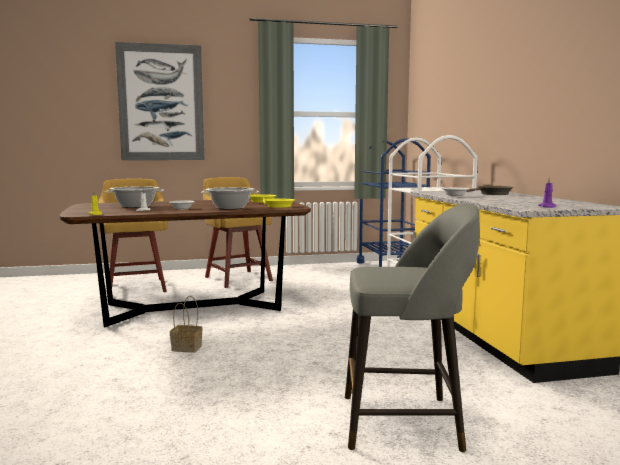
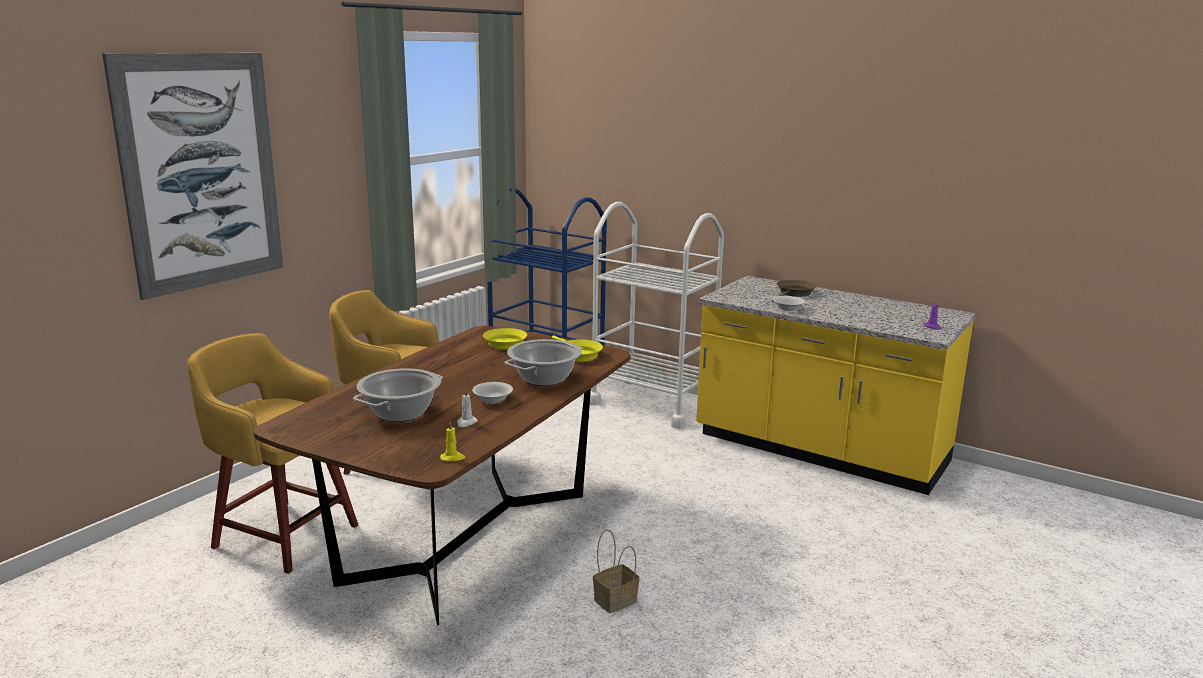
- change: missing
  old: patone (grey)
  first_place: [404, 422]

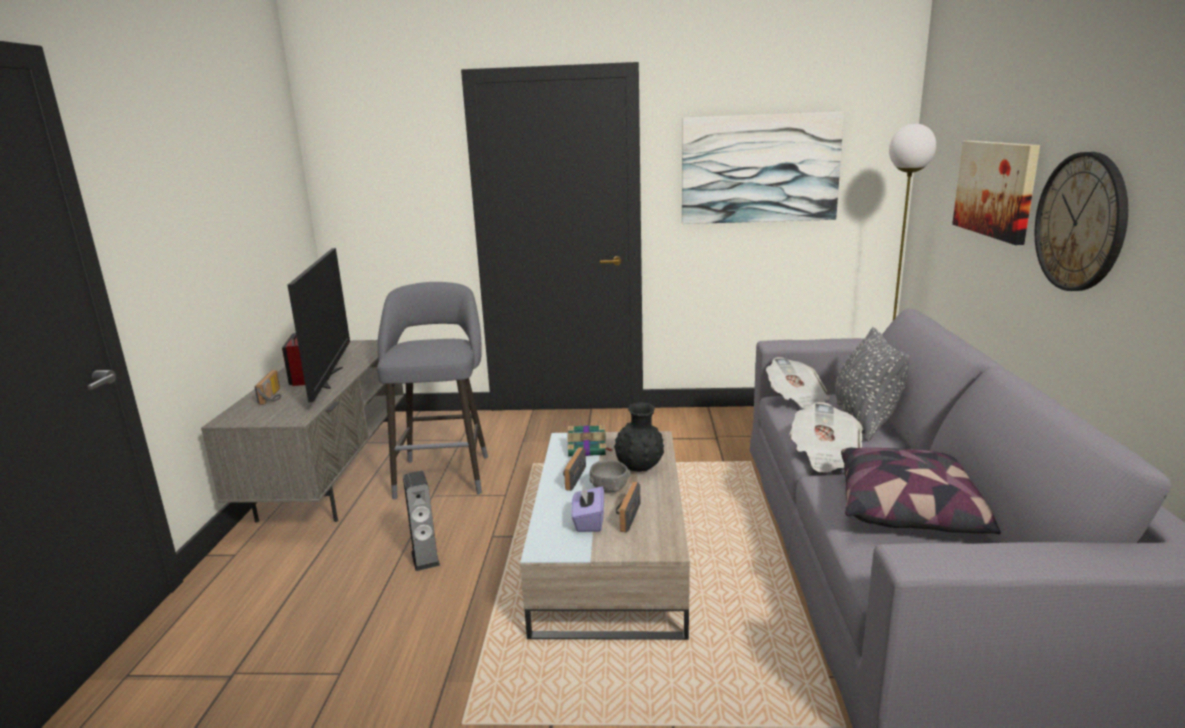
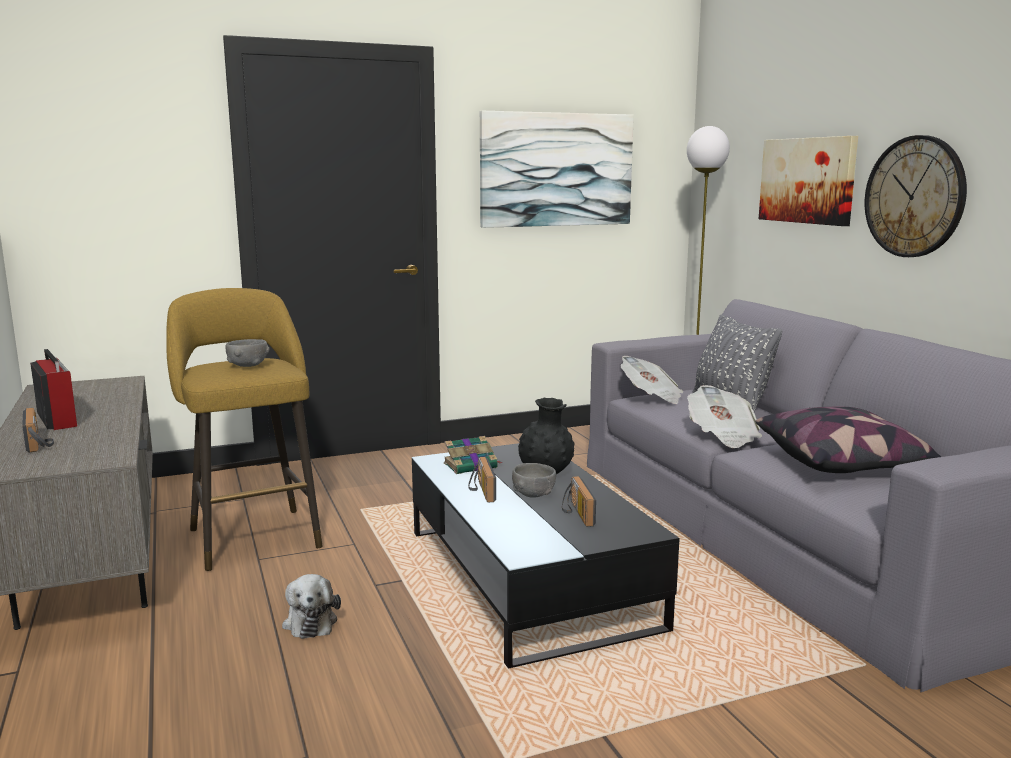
- change: missing
  old: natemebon
  first_place: [329, 378]
- change: colour
  old: patone (grey)
  new: patone (yellow)
  first_place: [444, 473]
  second_place: [253, 535]
- change: colour
  old: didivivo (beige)
  new: didivivo (black)
  first_place: [610, 555]
  second_place: [528, 578]
- change: exchanged
  old: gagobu
  new: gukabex
  first_place: [425, 558]
  second_place: [310, 621]
- change: missing
  old: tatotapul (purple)
  first_place: [588, 521]
- change: appeared
  new: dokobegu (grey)
  second_place: [247, 366]

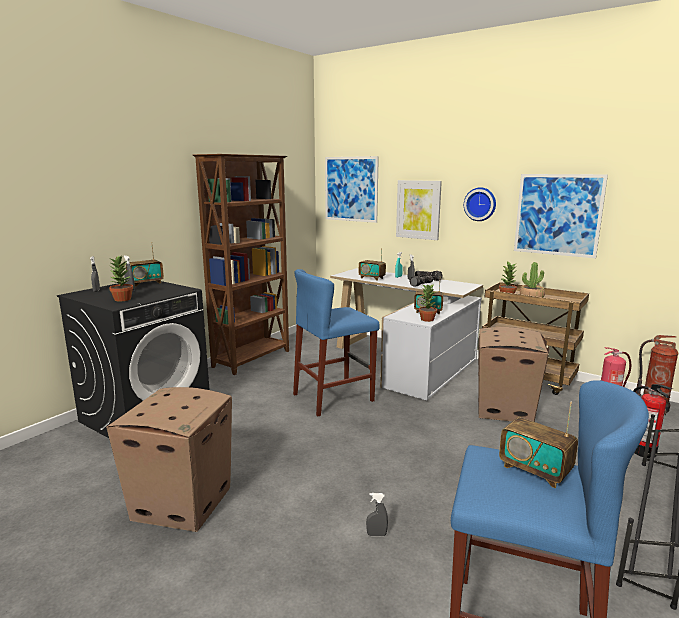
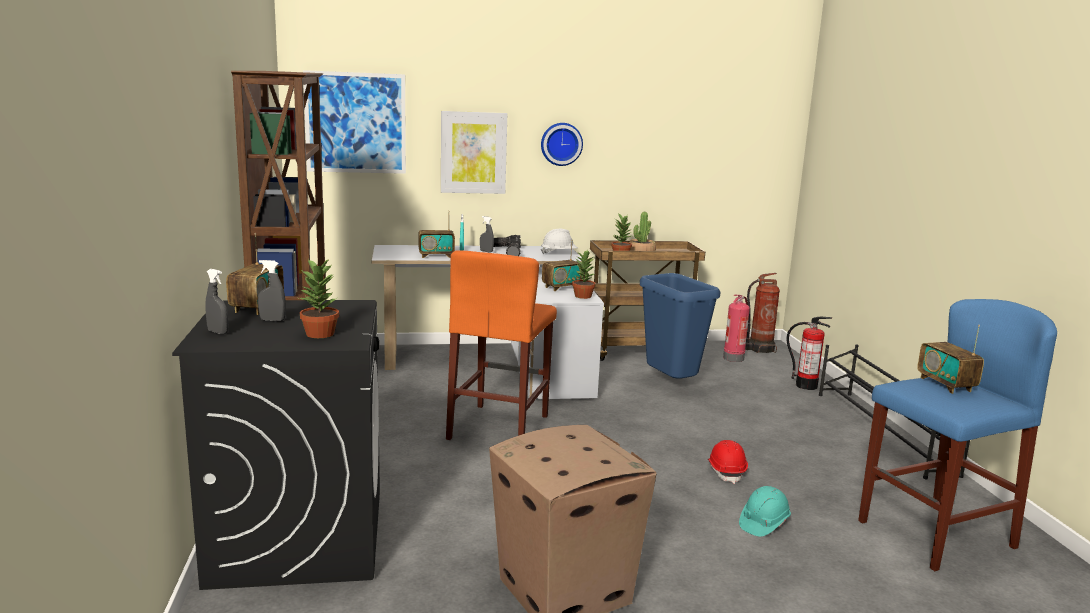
- change: missing
  old: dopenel
  first_place: [558, 215]
- change: colour
  old: patone (blue)
  new: patone (orange)
  first_place: [333, 397]
  second_place: [499, 427]
- change: exchanged
  old: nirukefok
  new: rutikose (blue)
  first_place: [505, 409]
  second_place: [669, 384]
- change: spun
  old: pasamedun
  first_place: [535, 471]
  second_place: [946, 384]
  degrees: 75
- change: exchanged
  old: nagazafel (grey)
  new: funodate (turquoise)
  first_place: [376, 534]
  second_place: [763, 523]
- change: appeared
  new: funodate (white)
  second_place: [559, 253]
- change: appeared
  new: funodate (red)
  second_place: [726, 471]

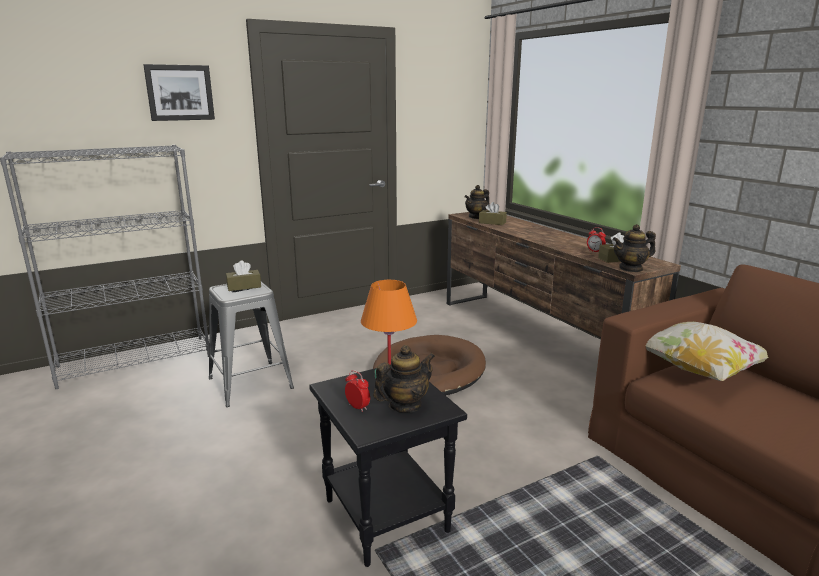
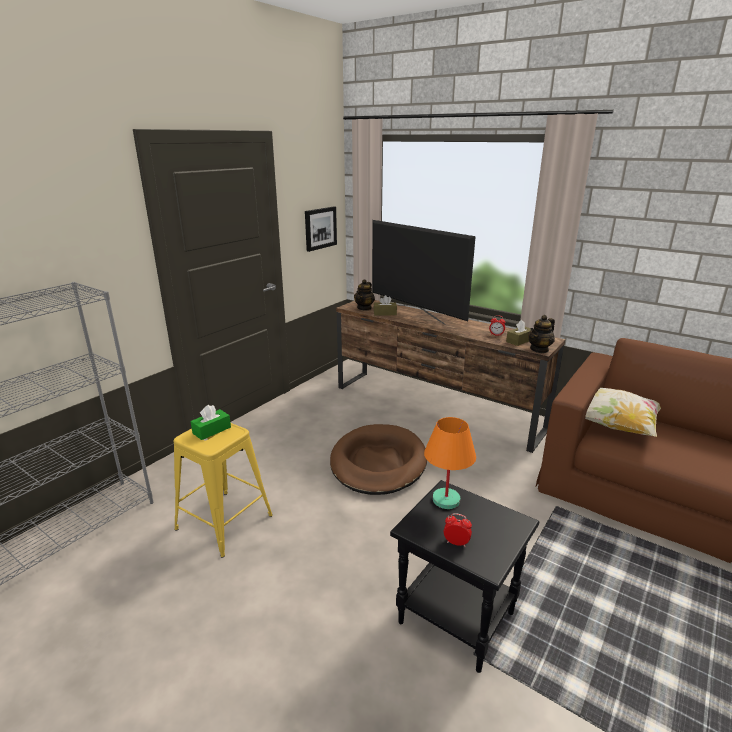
- change: relocated
  old: dopenel
  first_place: [180, 92]
  second_place: [320, 228]
- change: colour
  old: tatotapul (brown)
  new: tatotapul (green)
  first_place: [244, 286]
  second_place: [212, 430]
- change: colour
  old: patone (grey)
  new: patone (yellow)
  first_place: [250, 383]
  second_place: [224, 522]
- change: missing
  old: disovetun
  first_place: [404, 405]
- change: appeared
  new: natemebon
  second_place: [416, 315]

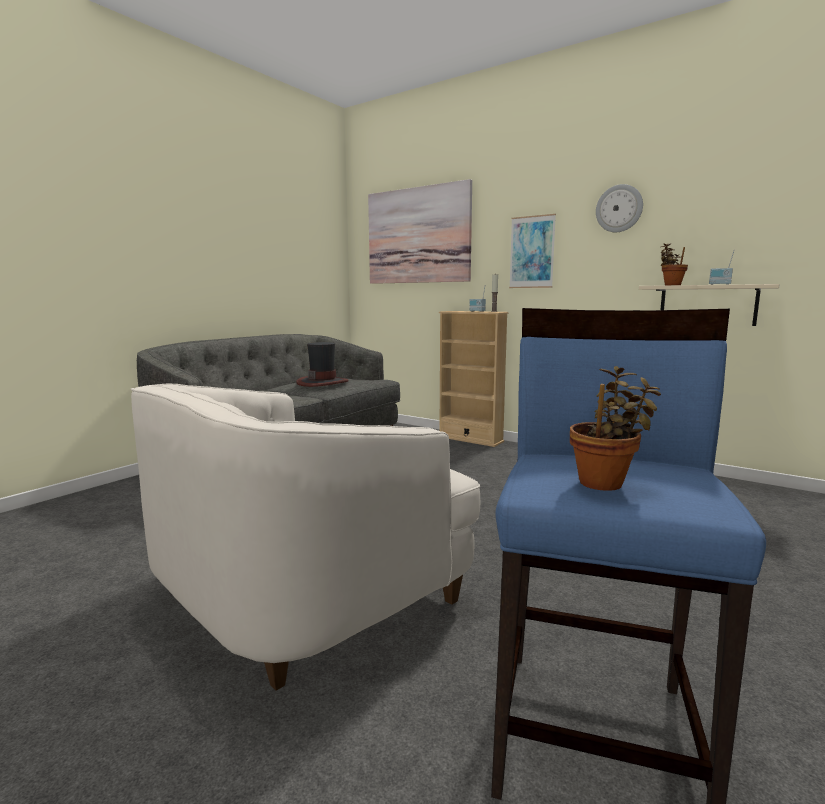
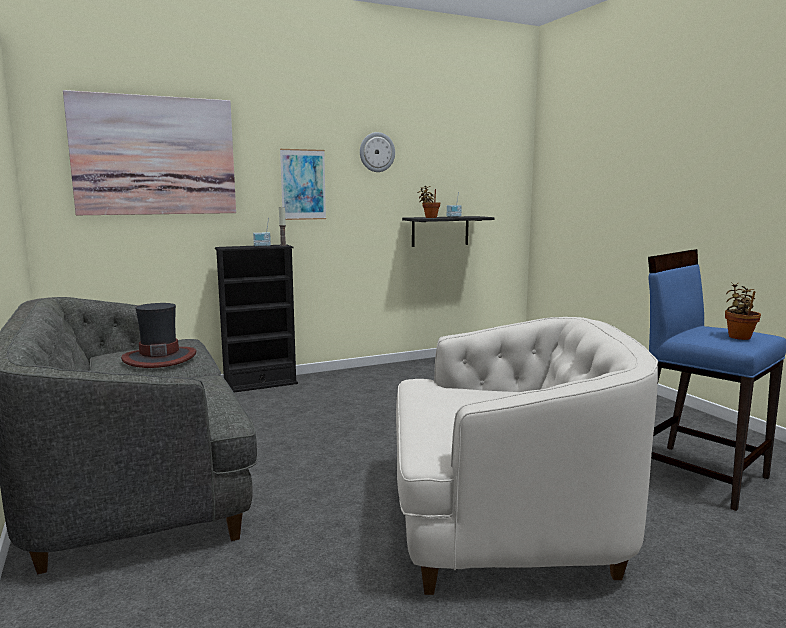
- change: colour
  old: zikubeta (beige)
  new: zikubeta (black)
  first_place: [707, 305]
  second_place: [440, 231]
- change: colour
  old: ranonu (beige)
  new: ranonu (black)
  first_place: [470, 439]
  second_place: [260, 385]
- change: spun
  old: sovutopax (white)
  first_place: [306, 589]
  second_place: [502, 521]
  degrees: -75

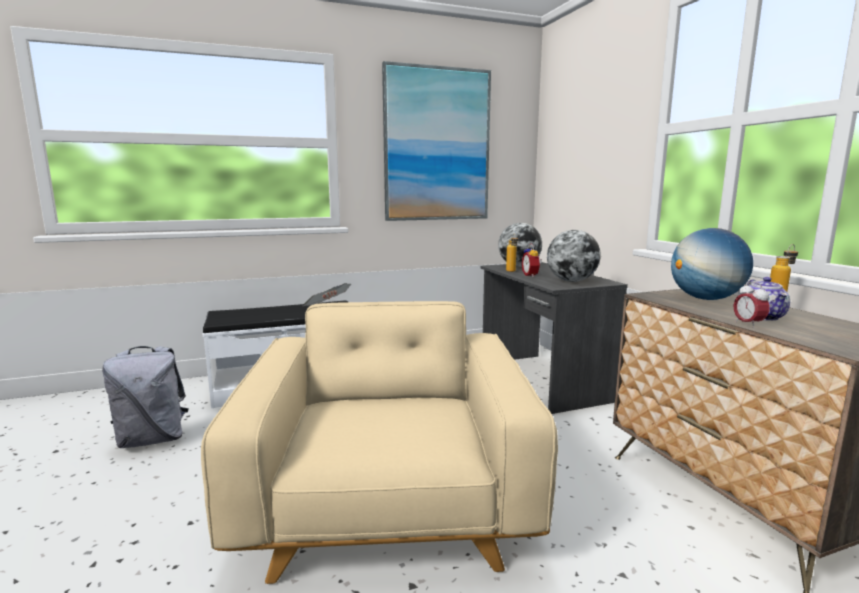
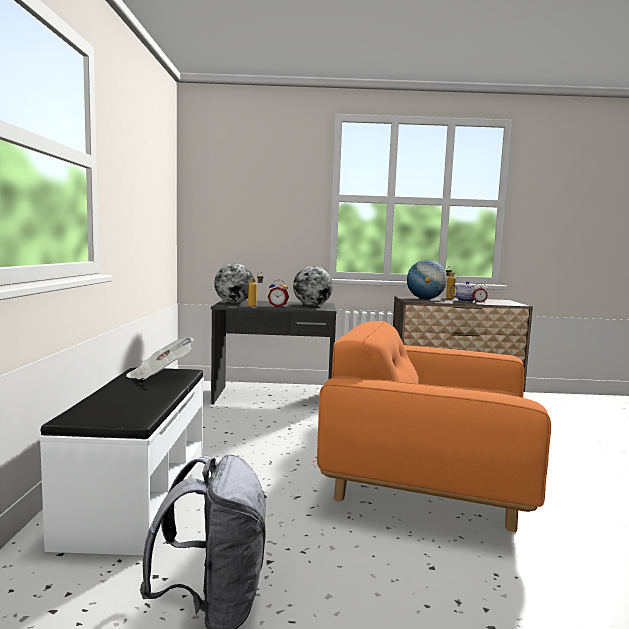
- change: missing
  old: dopenel
  first_place: [437, 145]
- change: colour
  old: sovutopax (beige)
  new: sovutopax (orange)
  first_place: [388, 503]
  second_place: [428, 477]

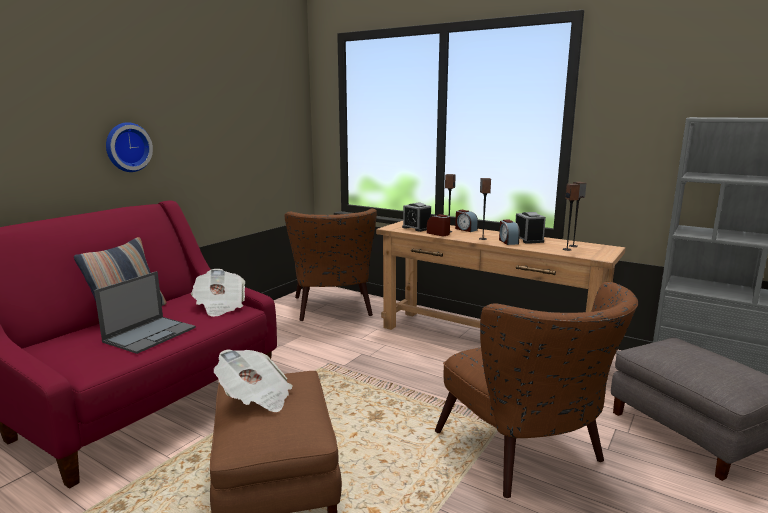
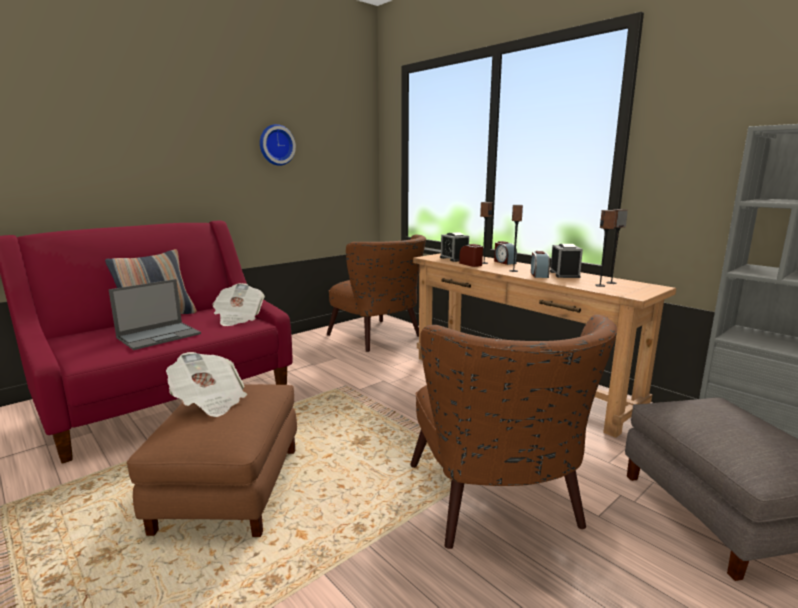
- change: relocated
  old: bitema
  first_place: [127, 147]
  second_place: [276, 145]
- change: spun
  old: sovutopax (brown)
  first_place: [333, 310]
  second_place: [380, 338]
  degrees: -45

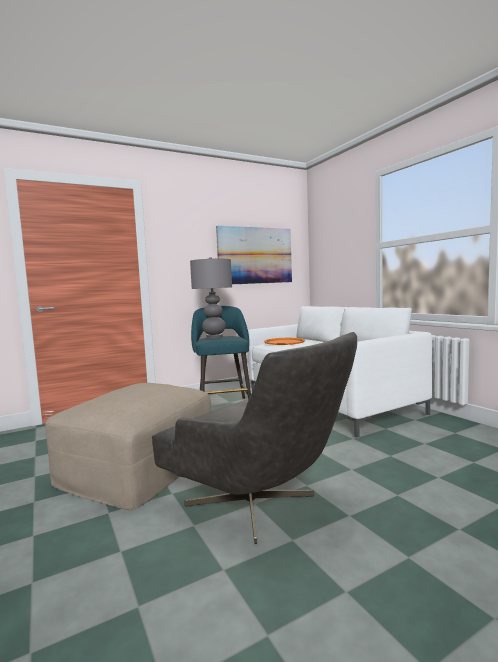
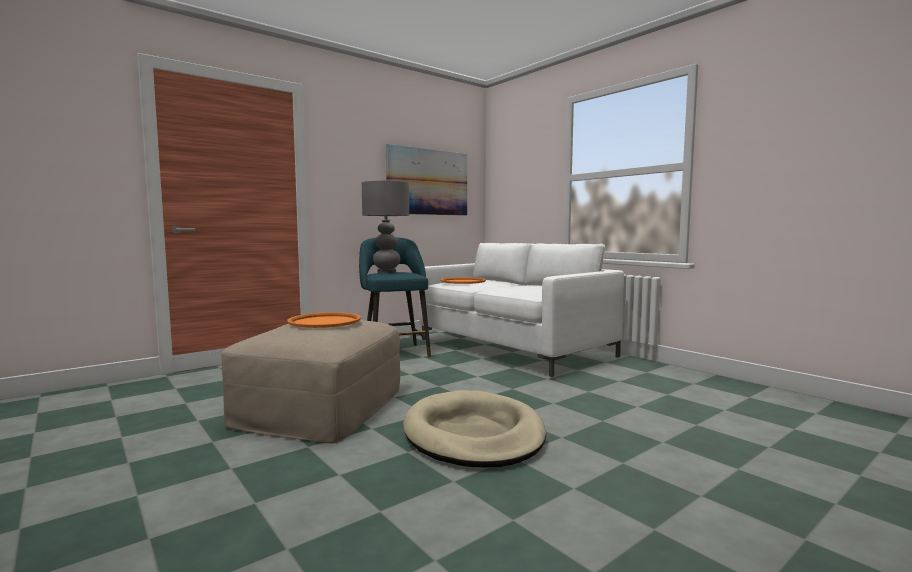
- change: exchanged
  old: sovutopax (grey)
  new: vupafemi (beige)
  first_place: [262, 506]
  second_place: [473, 434]
- change: appeared
  new: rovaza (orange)
  second_place: [324, 321]

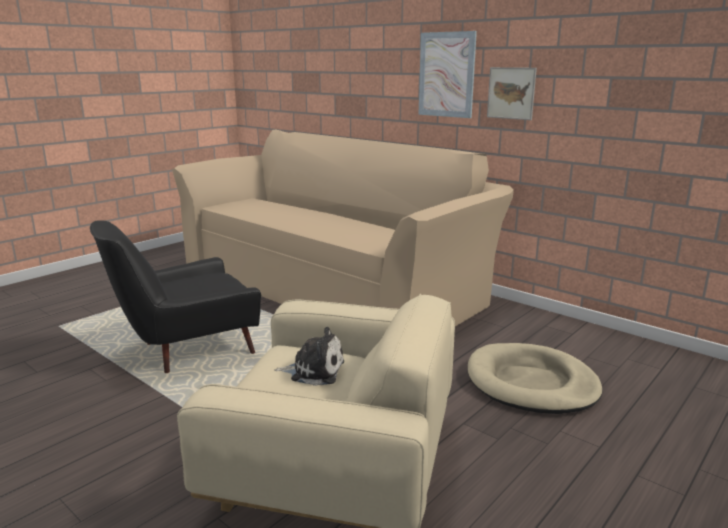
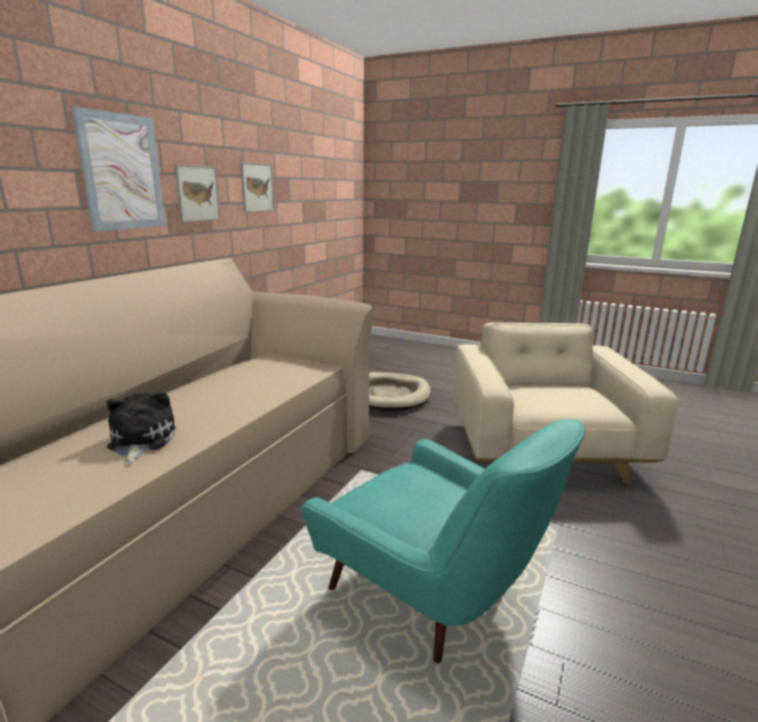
- change: colour
  old: sovutopax (black)
  new: sovutopax (turquoise)
  first_place: [188, 350]
  second_place: [432, 598]
- change: relocated
  old: gukabex
  first_place: [314, 371]
  second_place: [140, 441]
- change: appeared
  new: dopenel
  second_place: [257, 187]

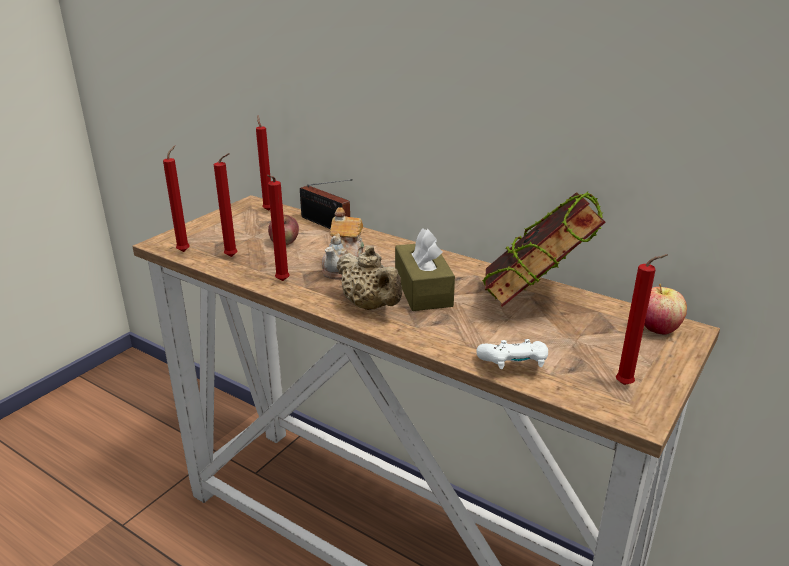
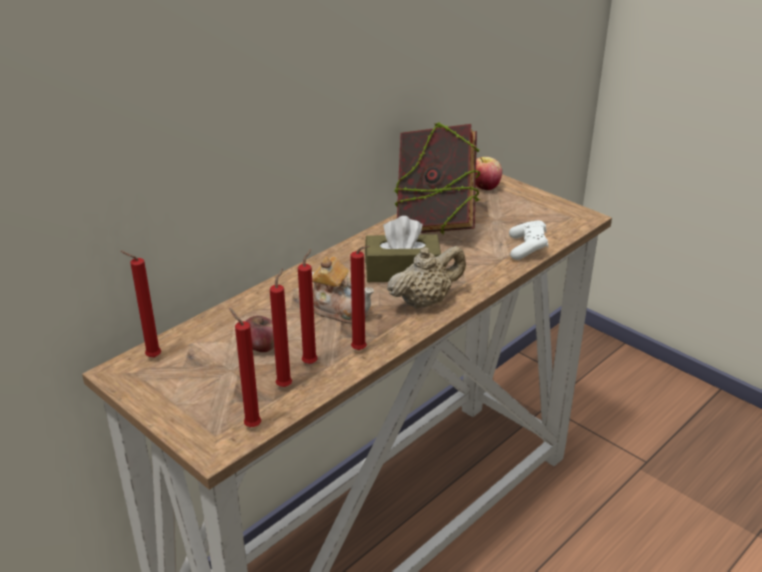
- change: missing
  old: pasamedun
  first_place: [327, 225]
- change: relocated
  old: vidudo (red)
  first_place: [627, 385]
  second_place: [311, 362]

